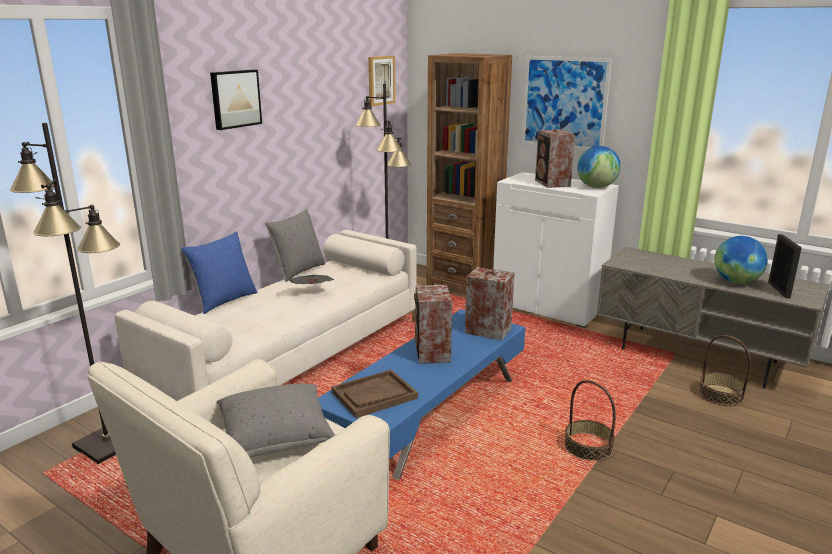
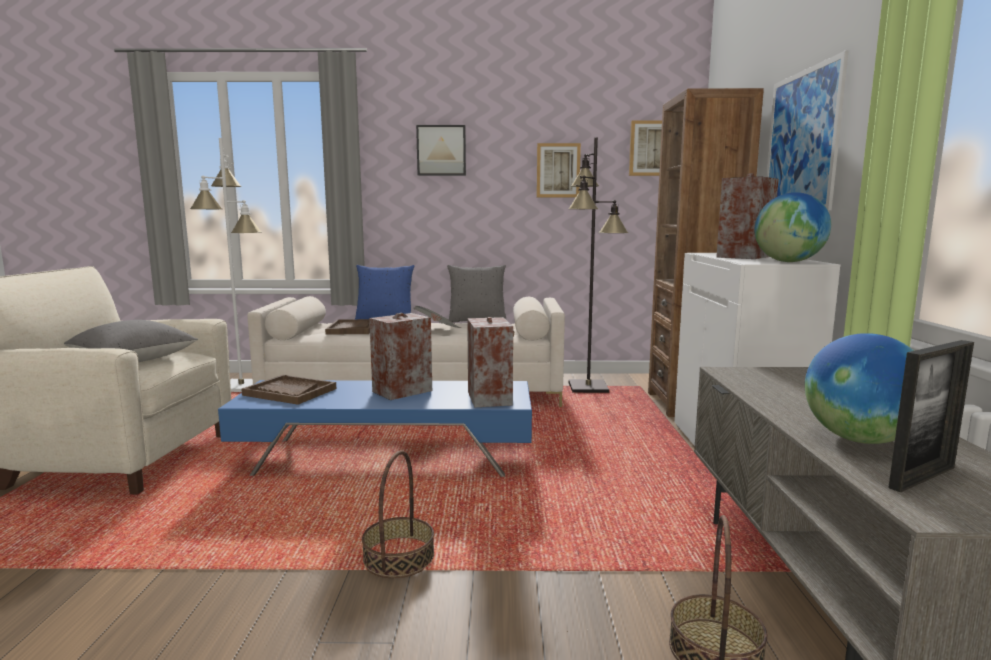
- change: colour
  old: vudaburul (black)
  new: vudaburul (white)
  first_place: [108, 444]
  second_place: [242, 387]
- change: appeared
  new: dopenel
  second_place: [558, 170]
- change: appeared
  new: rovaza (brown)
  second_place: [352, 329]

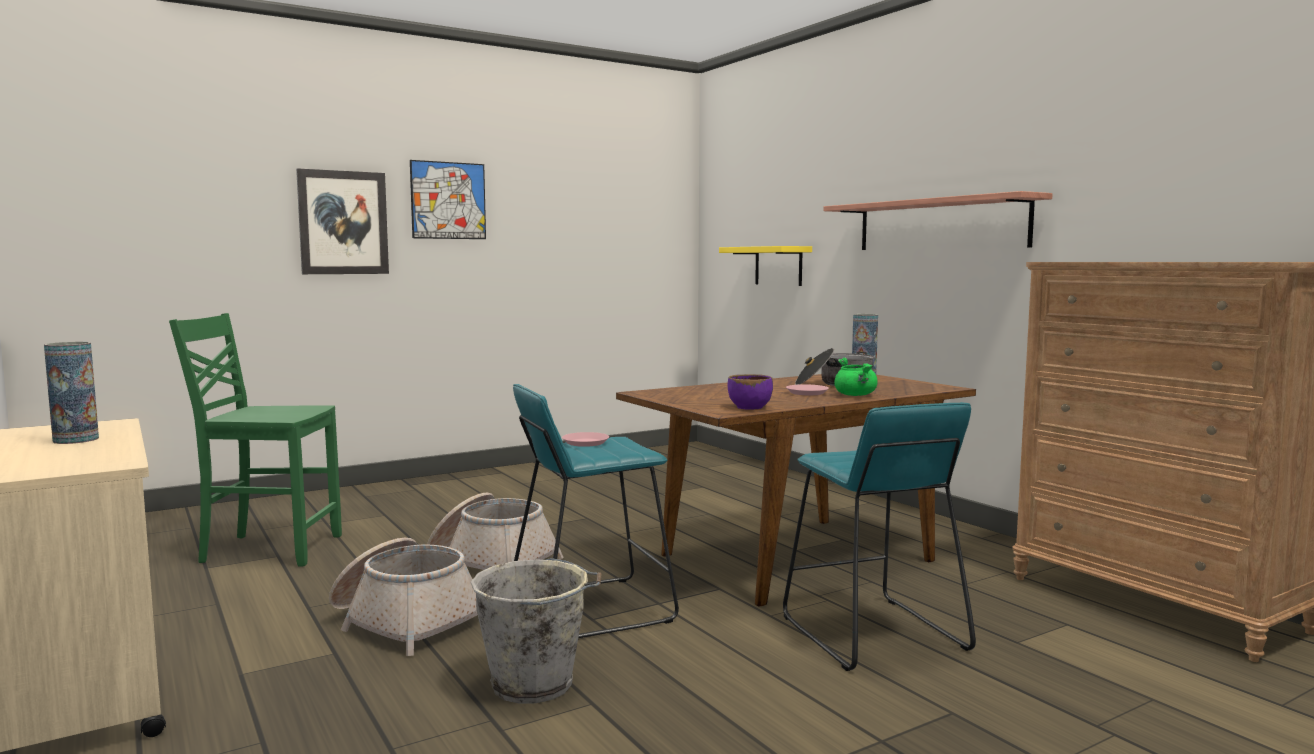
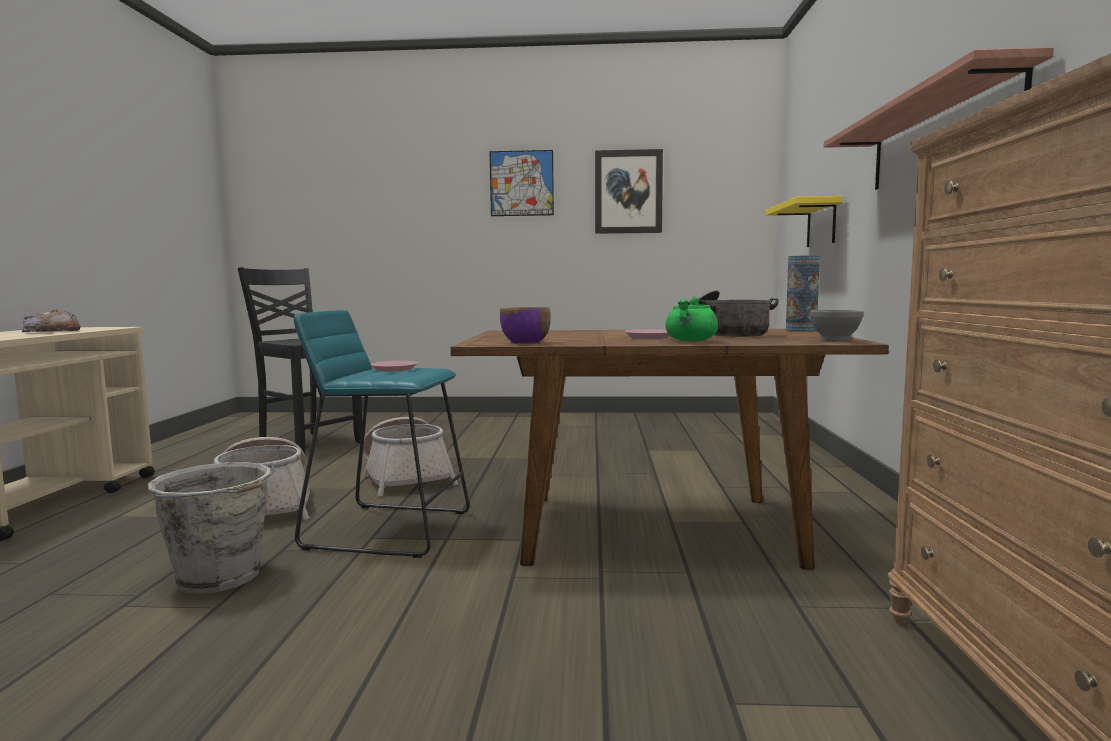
- change: relocated
  old: dopenel
  first_place: [343, 223]
  second_place: [628, 192]
- change: colour
  old: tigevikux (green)
  new: tigevikux (black)
  first_place: [269, 549]
  second_place: [308, 443]
- change: exchanged
  old: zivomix
  new: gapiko
  first_place: [76, 440]
  second_place: [52, 331]
- change: missing
  old: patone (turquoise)
  first_place: [871, 633]
- change: appeared
  new: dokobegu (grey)
  second_place: [834, 340]

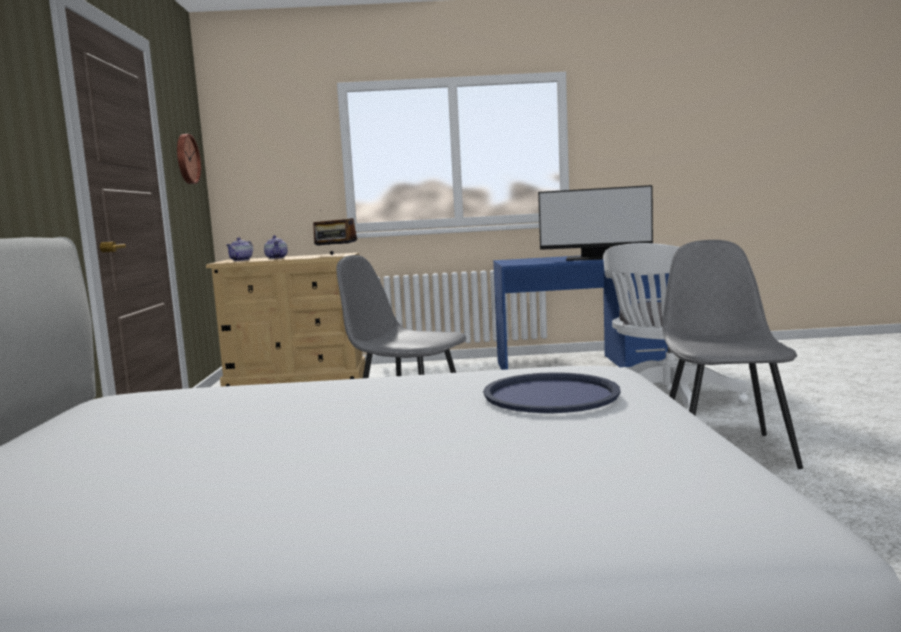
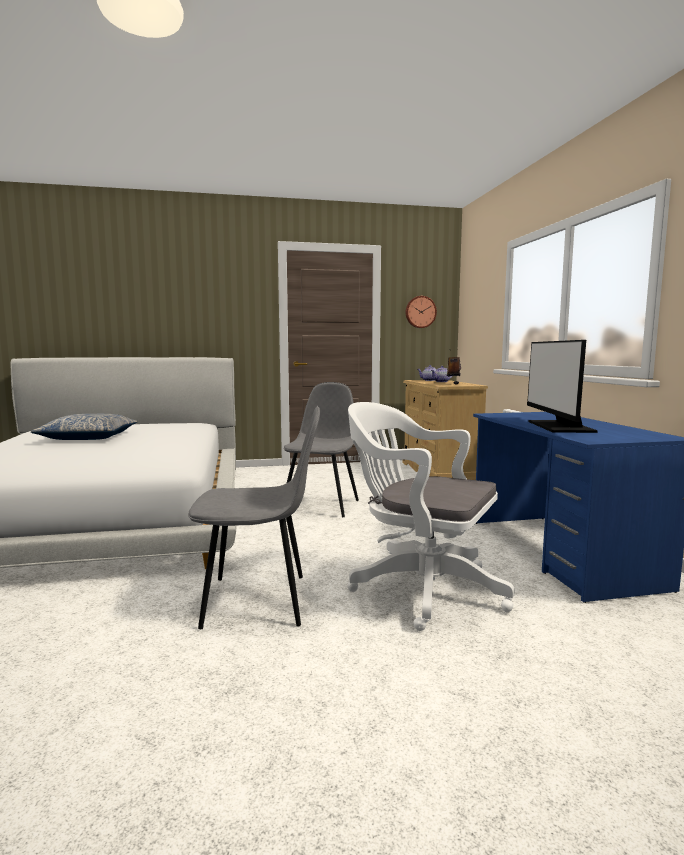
- change: missing
  old: rovaza (blue)
  first_place: [551, 395]
- change: appeared
  new: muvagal
  second_place: [88, 438]

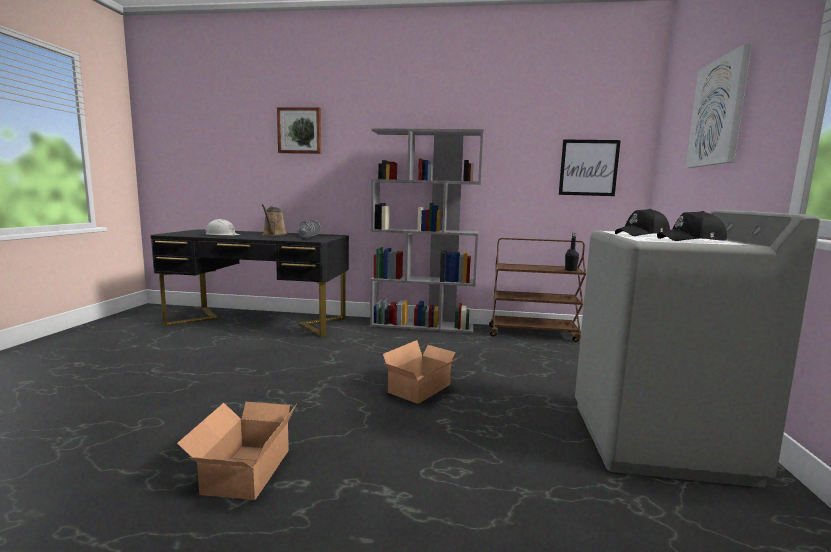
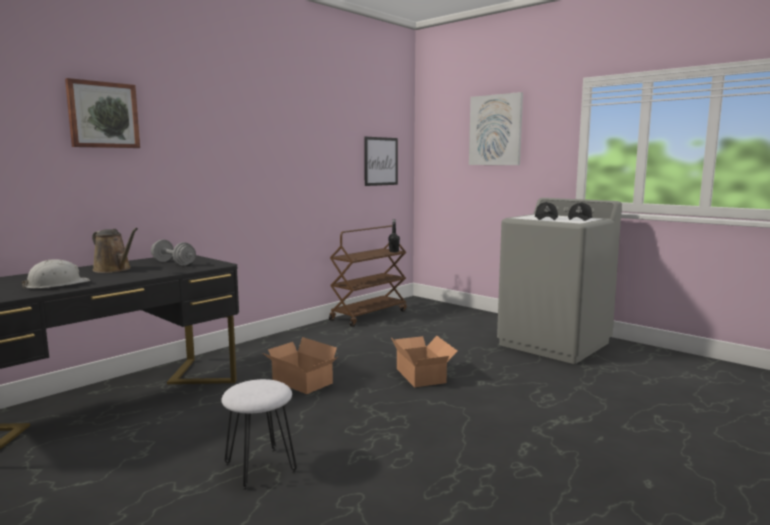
- change: missing
  old: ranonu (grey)
  first_place: [423, 325]
- change: relocated
  old: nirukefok
  first_place: [243, 472]
  second_place: [301, 383]
- change: appeared
  new: patone (white)
  second_place: [260, 467]

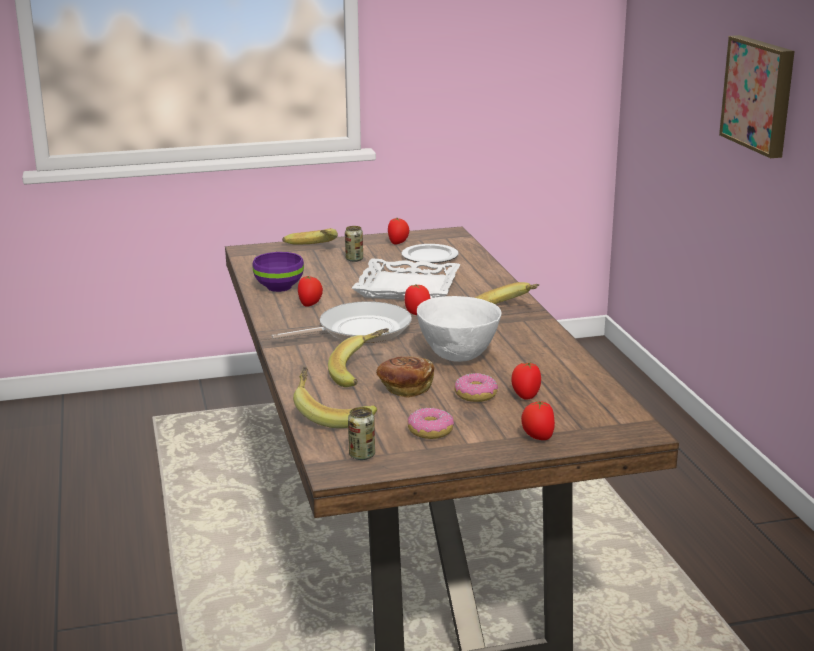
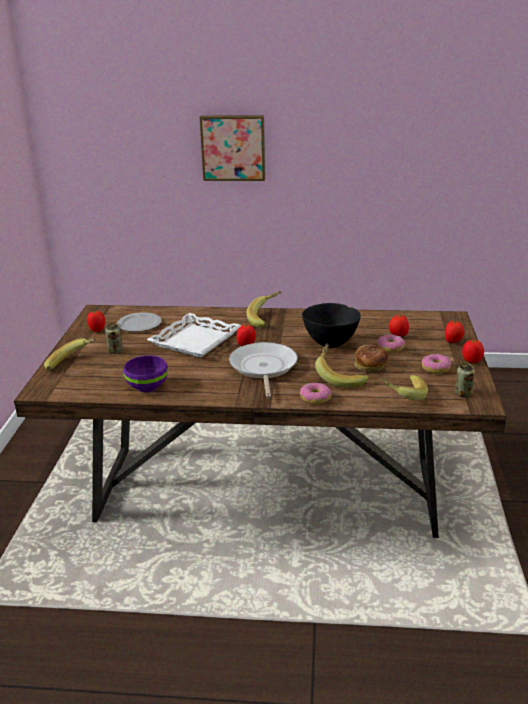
- change: relocated
  old: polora
  first_place: [310, 304]
  second_place: [471, 361]
- change: colour
  old: dokobegu (white)
  new: dokobegu (black)
  first_place: [459, 357]
  second_place: [330, 343]
- change: appeared
  new: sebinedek
  second_place: [315, 398]

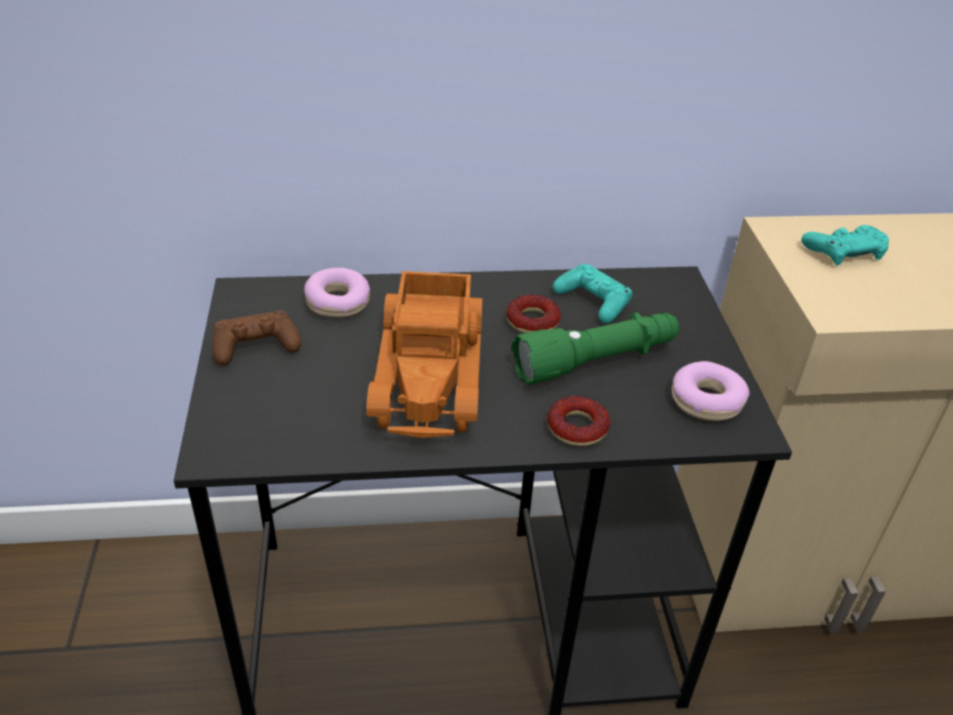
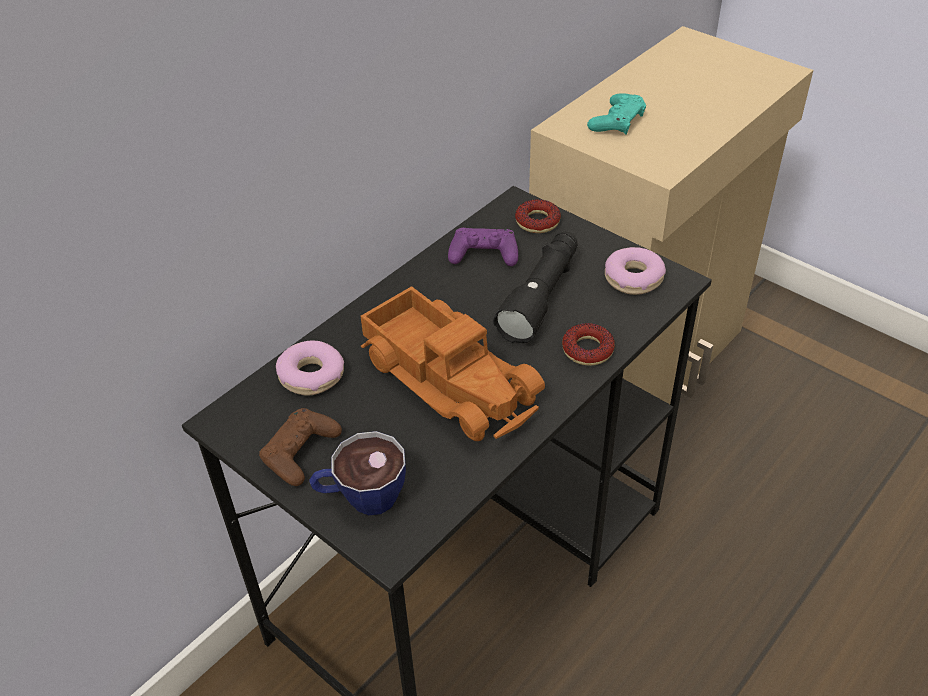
- change: colour
  old: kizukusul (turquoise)
  new: kizukusul (purple)
  first_place: [593, 301]
  second_place: [484, 254]
- change: relocated
  old: sebinedek
  first_place: [532, 321]
  second_place: [537, 221]
- change: colour
  old: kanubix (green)
  new: kanubix (black)
  first_place: [596, 361]
  second_place: [541, 296]
- change: appeared
  new: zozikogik
  second_place: [361, 497]

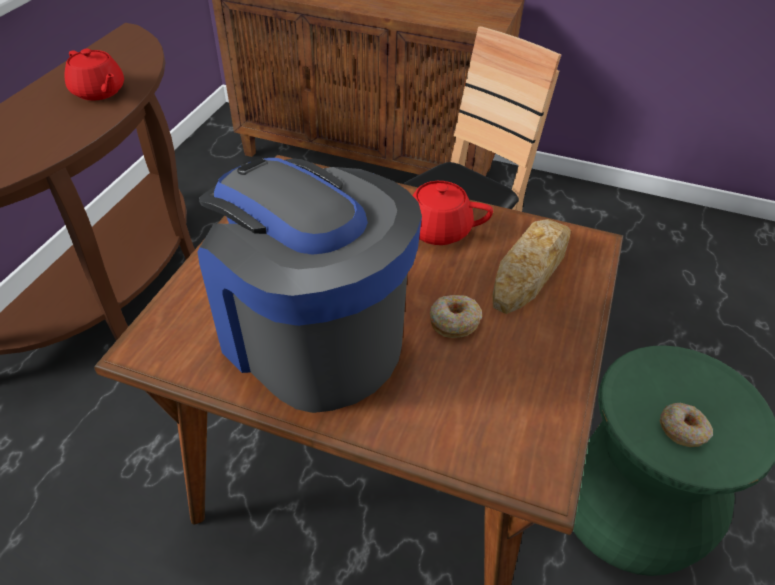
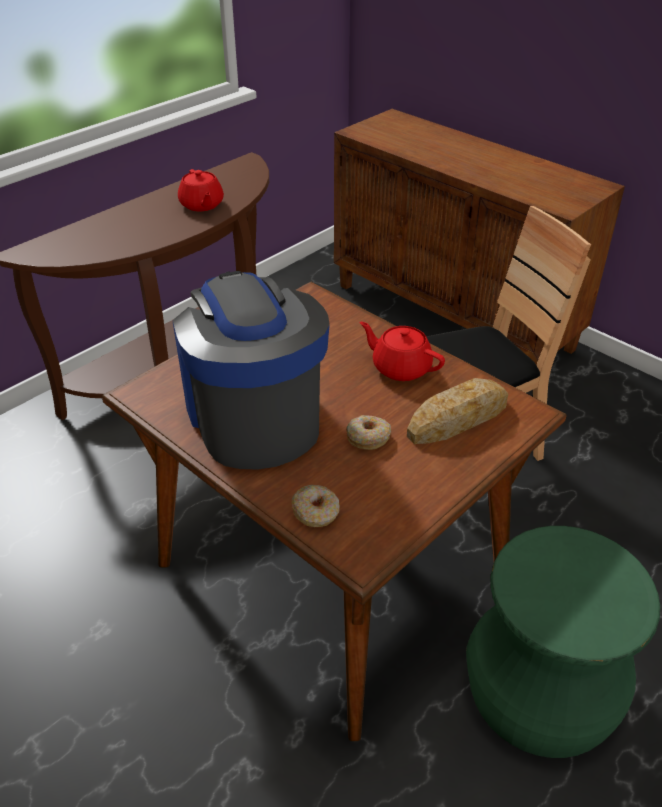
- change: relocated
  old: sebinedek
  first_place: [683, 429]
  second_place: [316, 512]

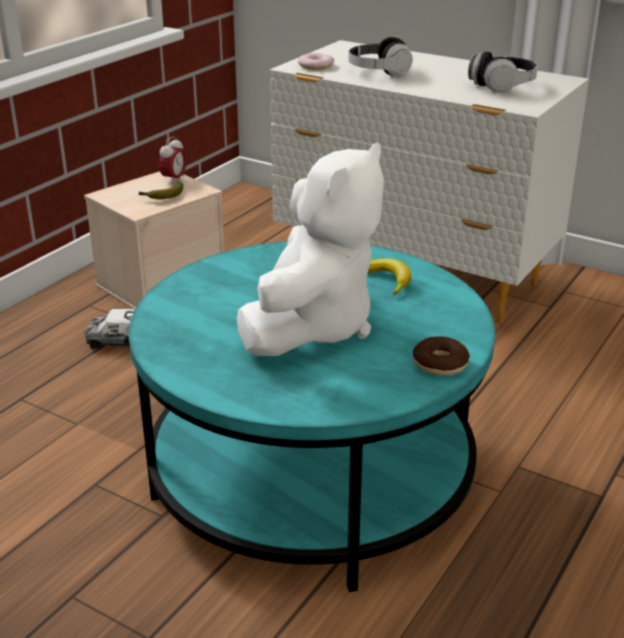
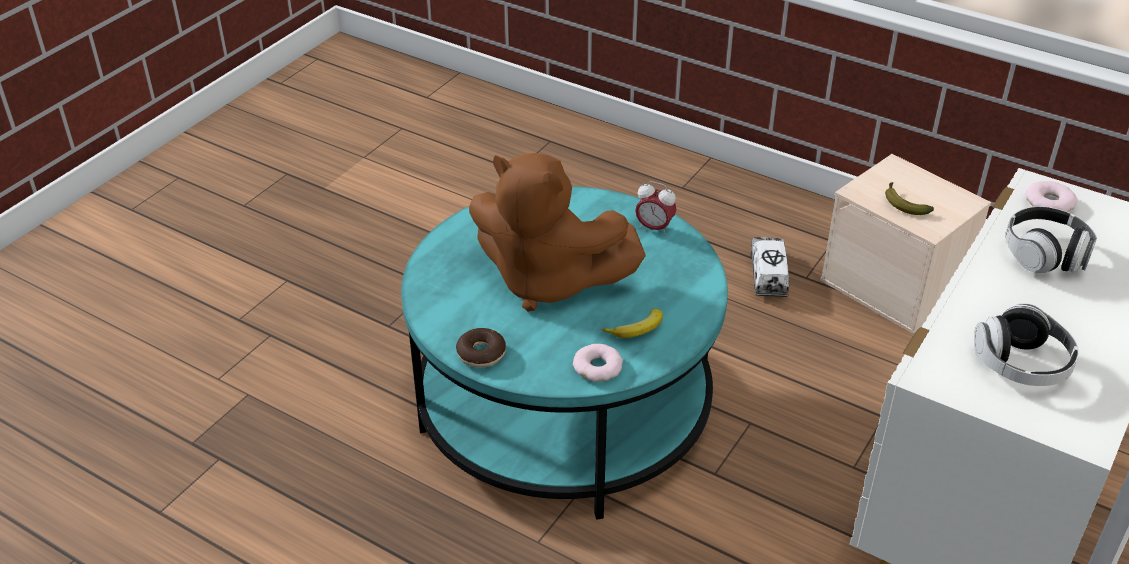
- change: relocated
  old: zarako
  first_place: [174, 180]
  second_place: [654, 228]
- change: colour
  old: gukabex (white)
  new: gukabex (brown)
  first_place: [312, 326]
  second_place: [547, 280]
- change: appeared
  new: sebinedek
  second_place: [598, 367]

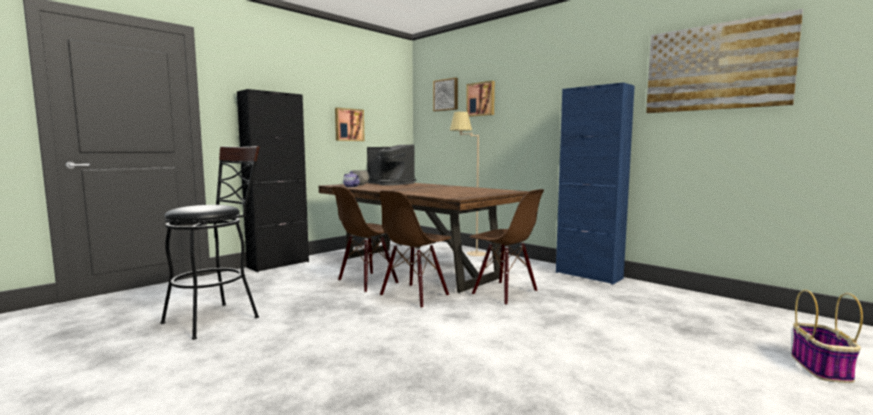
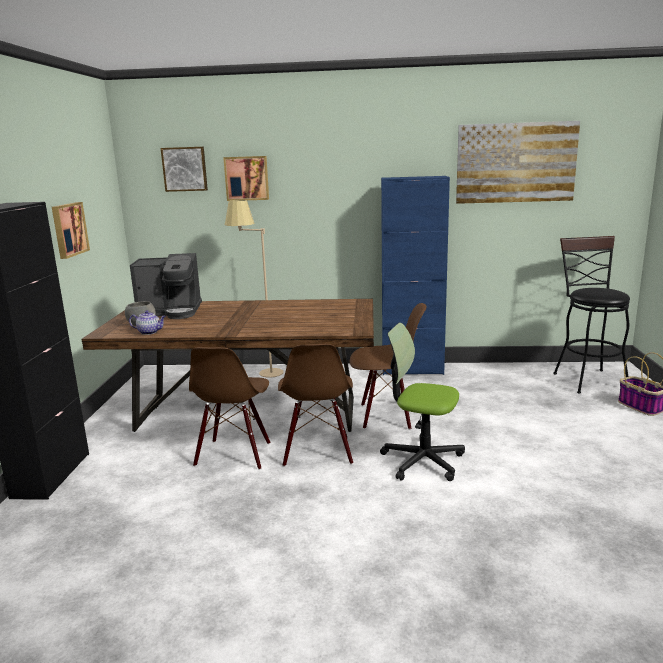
- change: relocated
  old: patone (black)
  first_place: [218, 317]
  second_place: [587, 379]
- change: appeared
  new: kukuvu
  second_place: [422, 460]

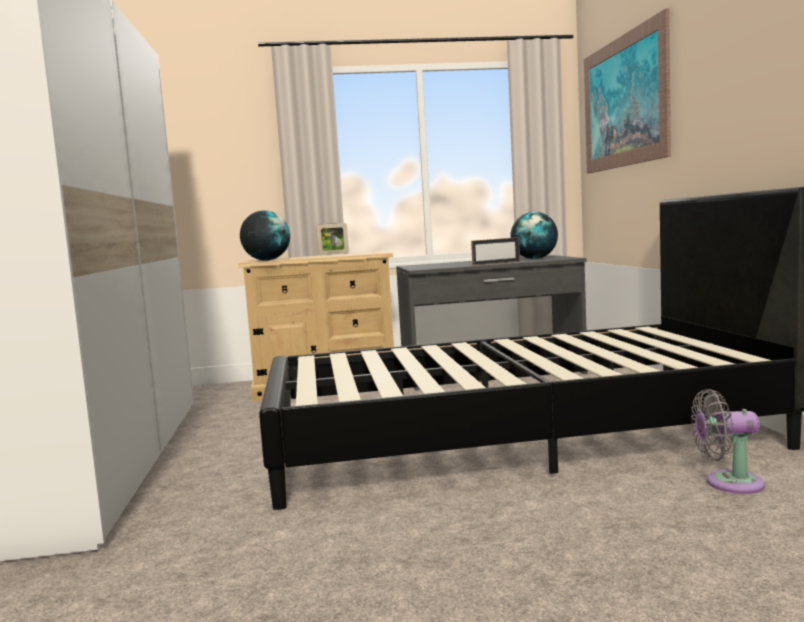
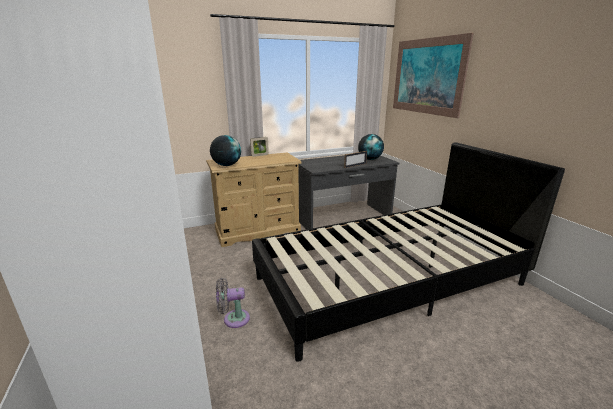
- change: relocated
  old: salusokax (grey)
  first_place: [728, 483]
  second_place: [233, 319]

